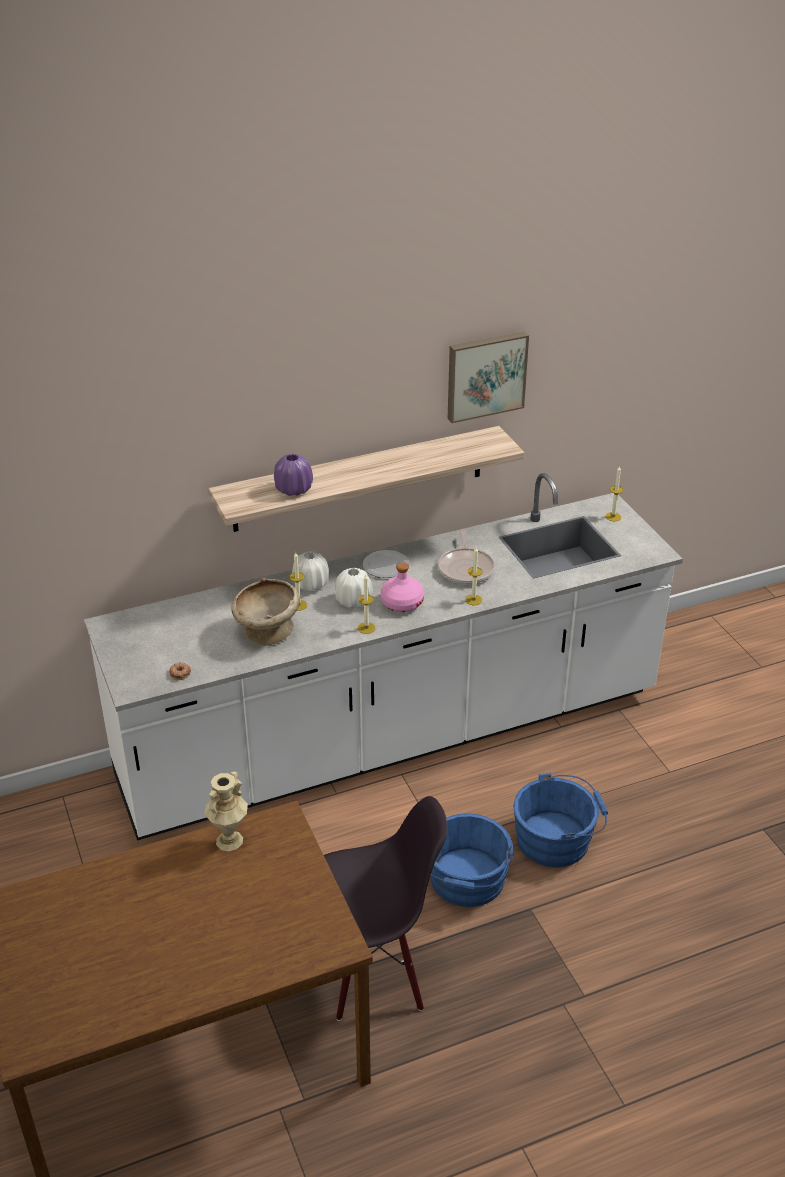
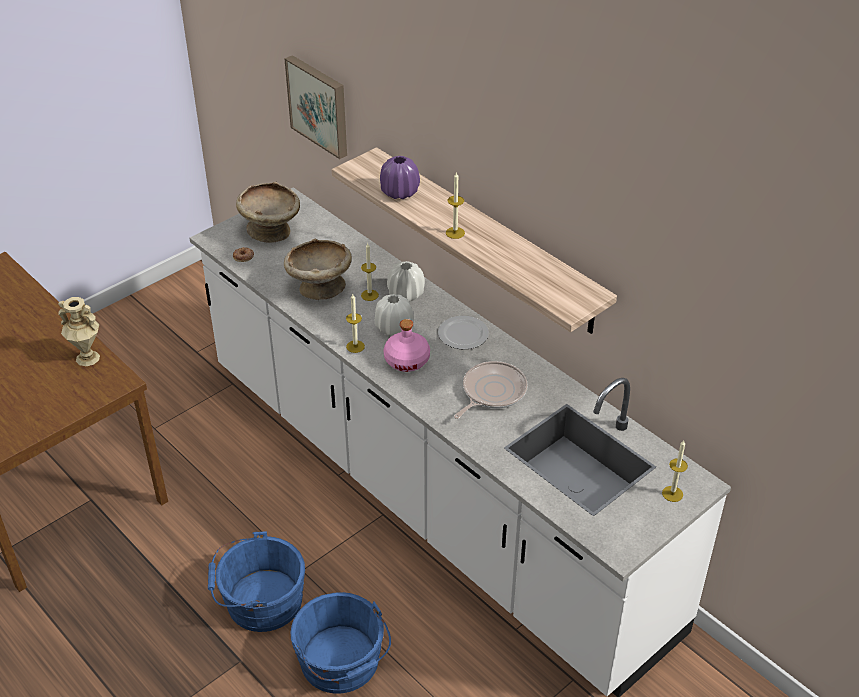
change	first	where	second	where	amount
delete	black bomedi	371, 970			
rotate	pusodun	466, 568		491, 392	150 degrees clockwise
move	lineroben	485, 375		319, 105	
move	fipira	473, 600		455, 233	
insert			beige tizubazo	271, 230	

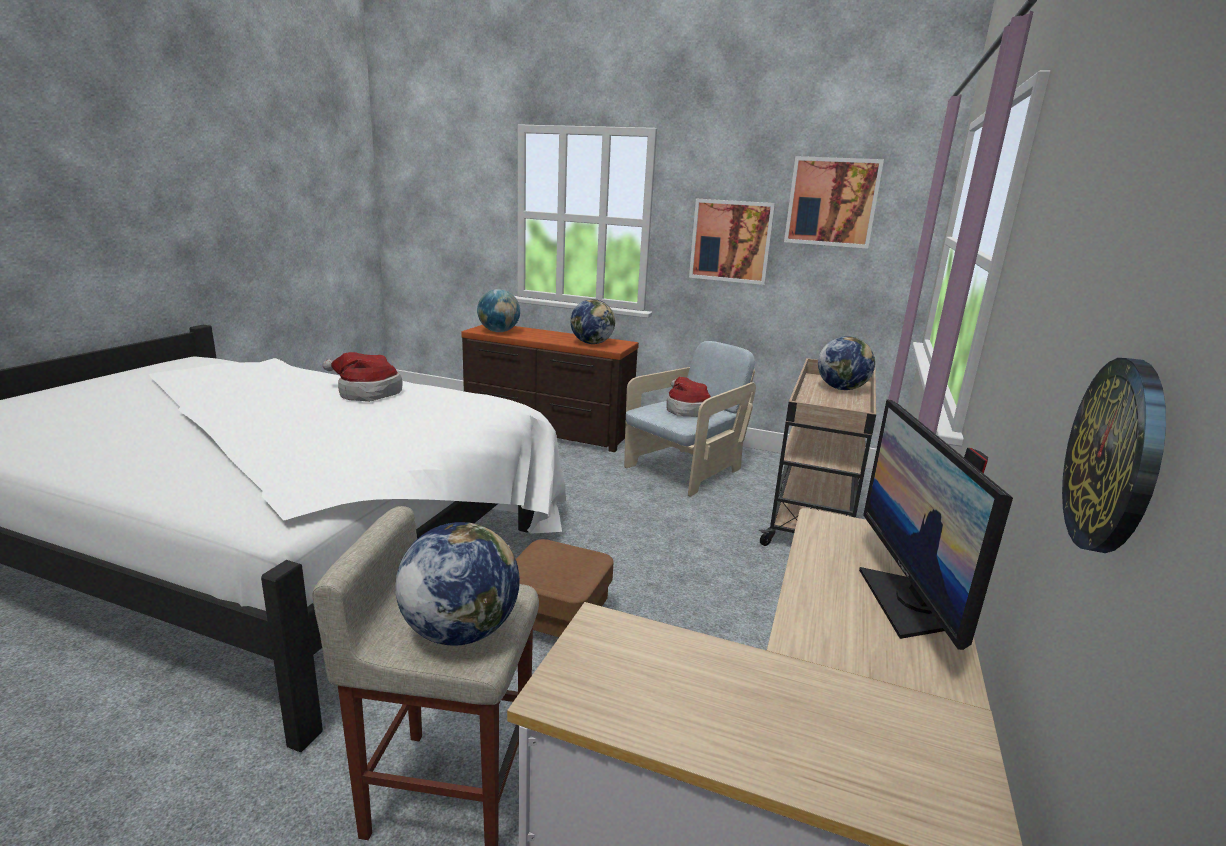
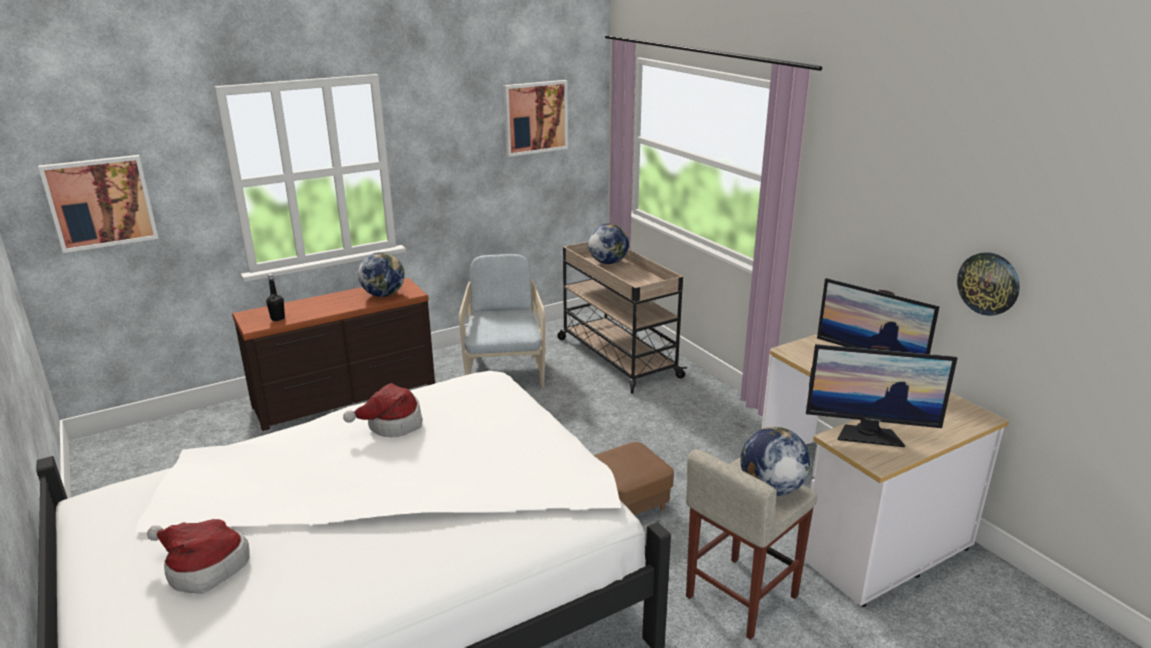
change	first	where	second	where	amount
replace	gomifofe	499, 331	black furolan	278, 318	
move	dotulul	687, 410		203, 568	
move	lineroben	731, 241		101, 202	
insert			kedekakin	869, 434	

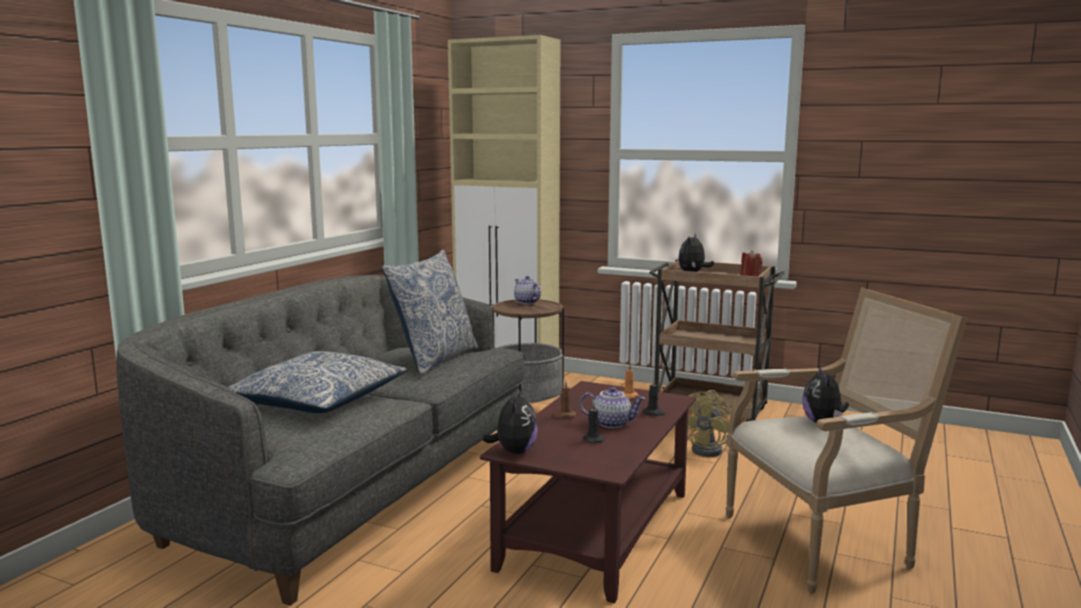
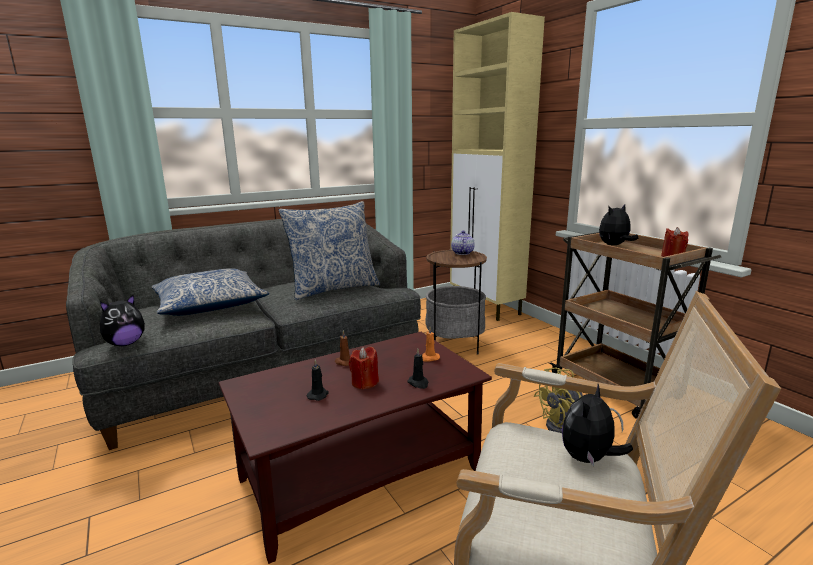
change	first	where	second	where	amount
move	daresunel	514, 451		125, 343	
replace	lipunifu	612, 423	red fipira	364, 382	

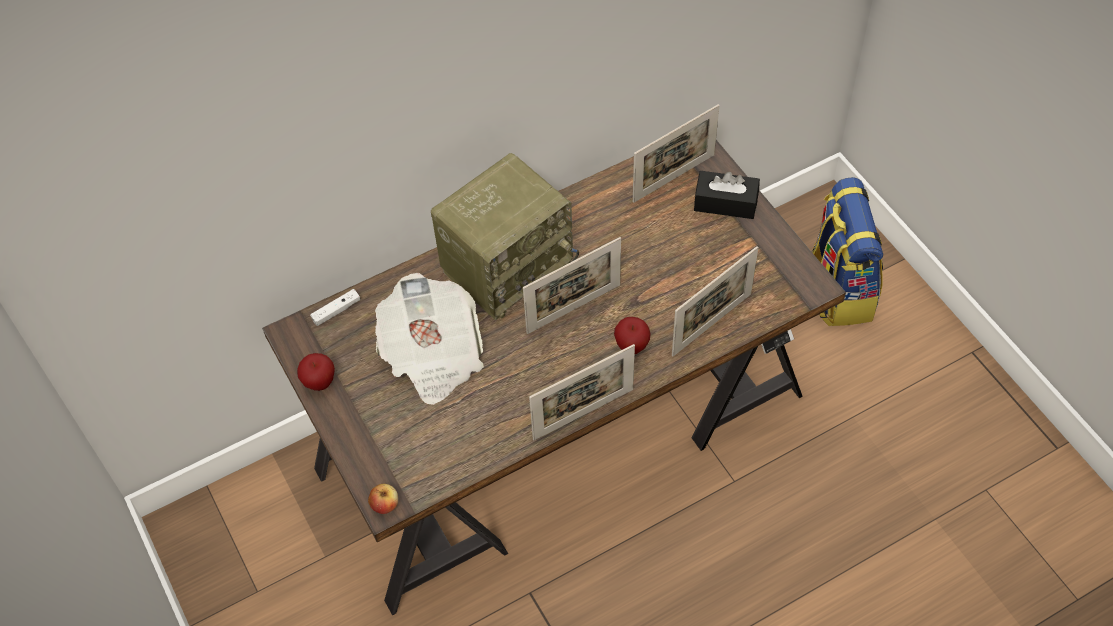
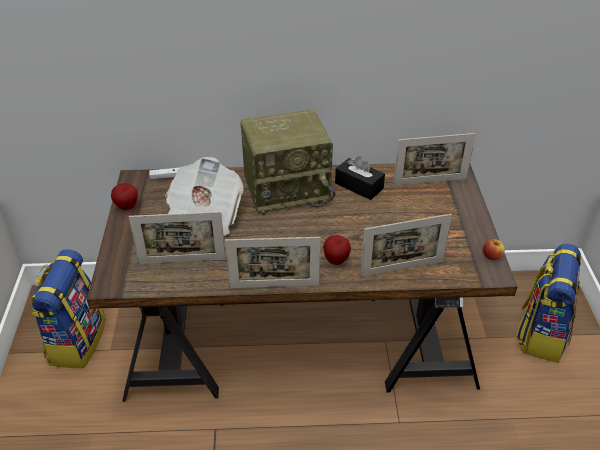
change	first	where	second	where	amount
move	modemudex	385, 505		491, 256	
move	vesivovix	573, 308		182, 261	
move	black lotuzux	725, 203		359, 186	
insert			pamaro	76, 341	

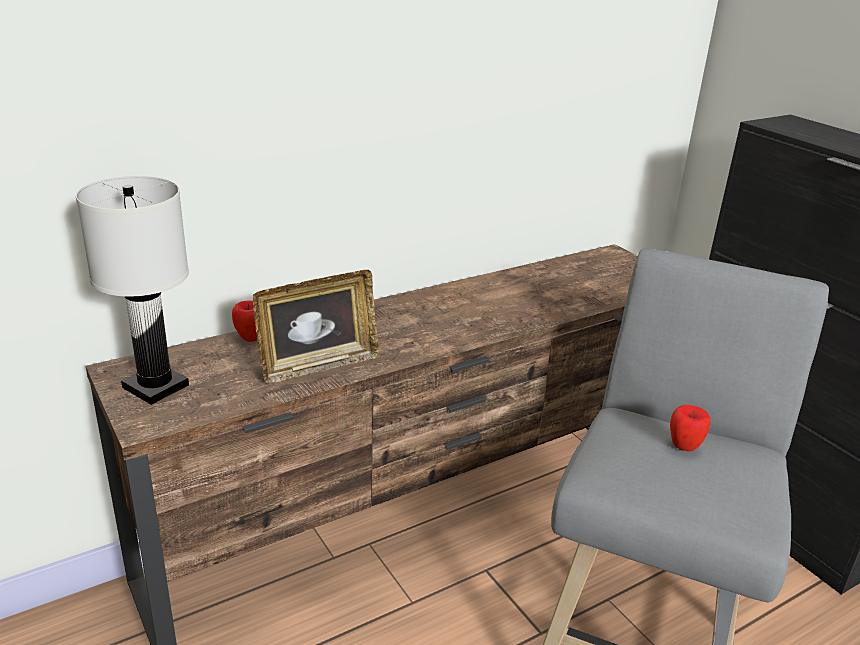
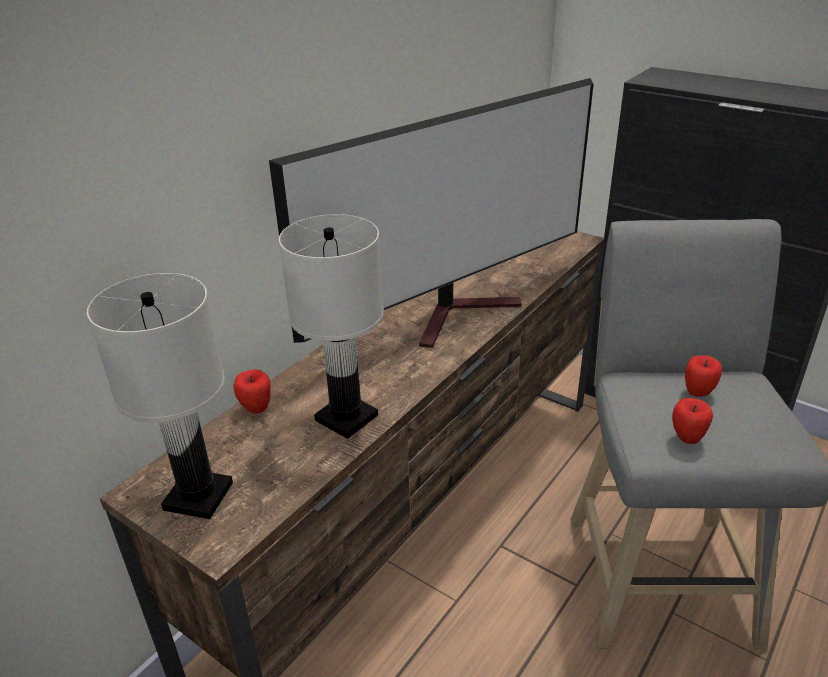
change	first	where	second	where	amount
replace	vesivovix	318, 365	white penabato	346, 417	
insert			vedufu	461, 313	
insert			modemudex	687, 438	

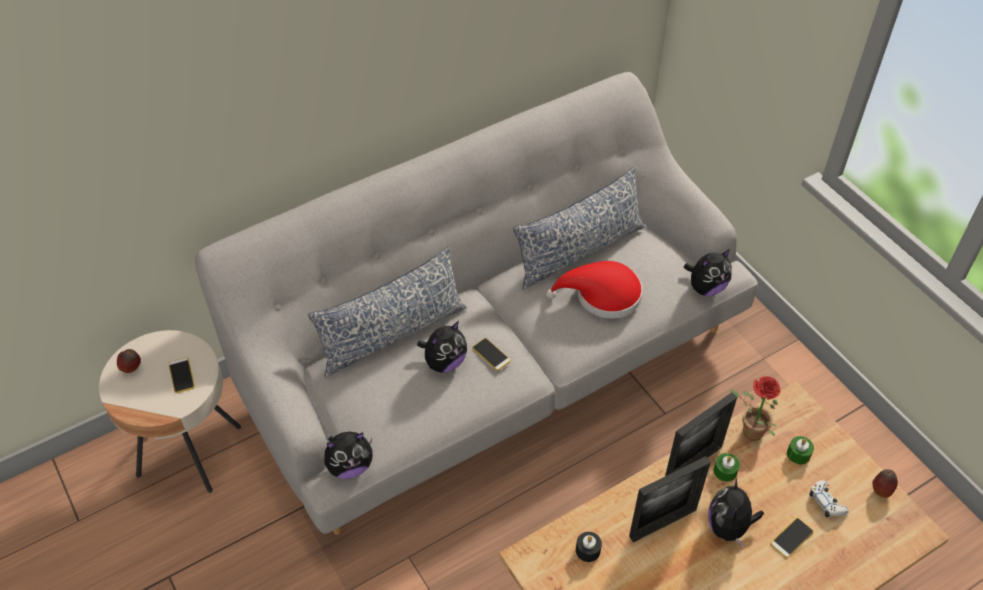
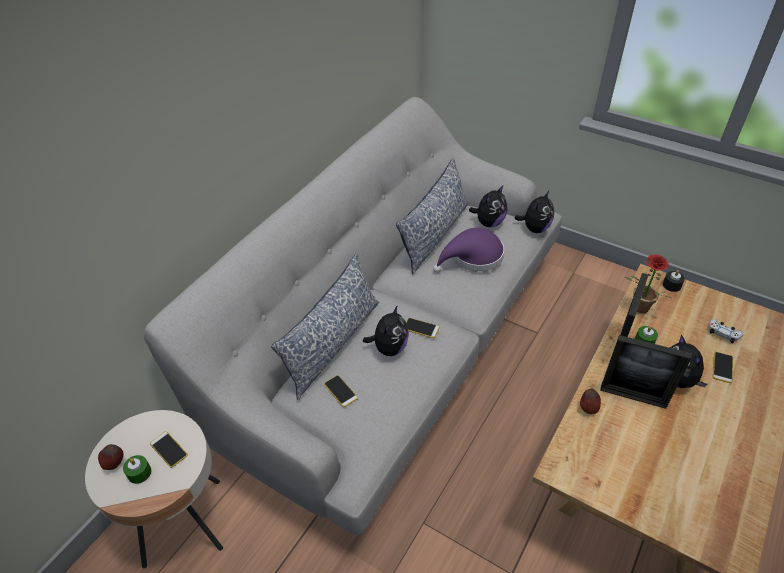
change	first	where	second	where	amount
move	daresunel	350, 466		489, 223	
recolor	red dotulul	602, 296	purple dotulul	473, 257	
move	black fipira	588, 550		671, 285	
rotate	vesivovix	662, 523		633, 396	75 degrees clockwise
move	green fipira	798, 454		139, 473	
move	modemudex	881, 490		587, 408	
insert			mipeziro	340, 391	

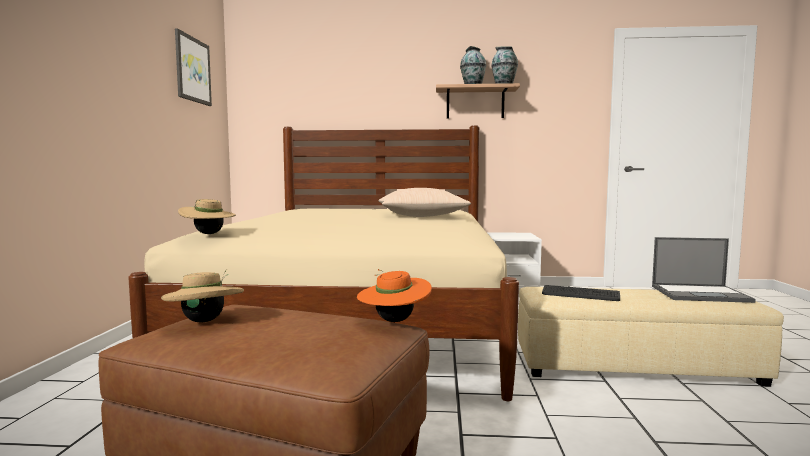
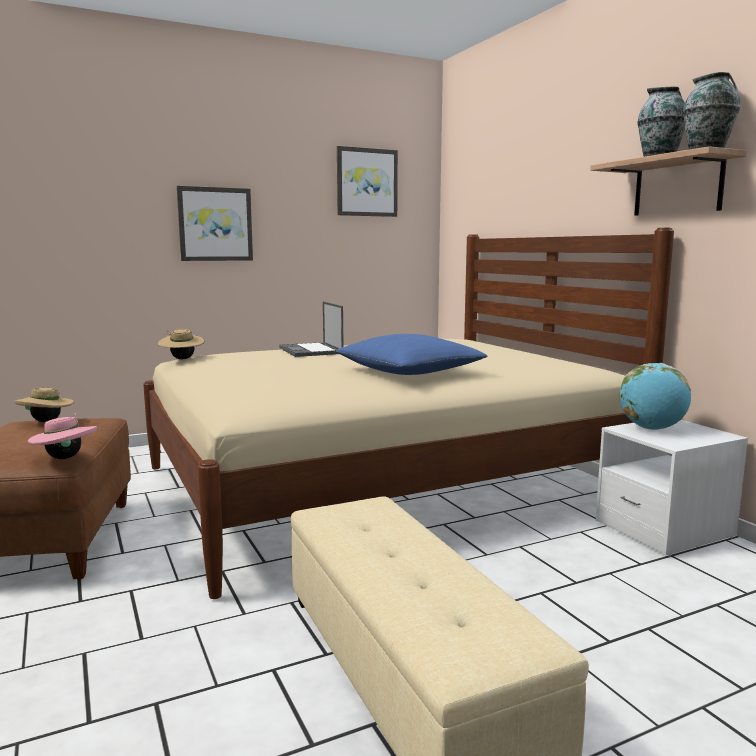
change	first	where	second	where	amount
recolor	orange dotulul	394, 320	pink dotulul	65, 458	
recolor	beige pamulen	421, 216	blue pamulen	410, 372	
delete	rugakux	580, 294			
move	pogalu	701, 294		311, 351	
insert			lineroben	215, 224	
insert			gomifofe	652, 429	

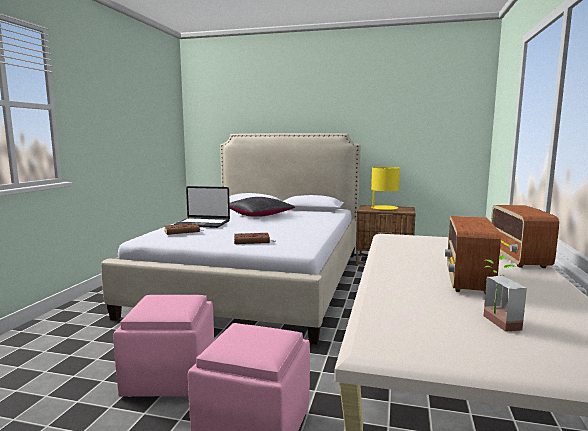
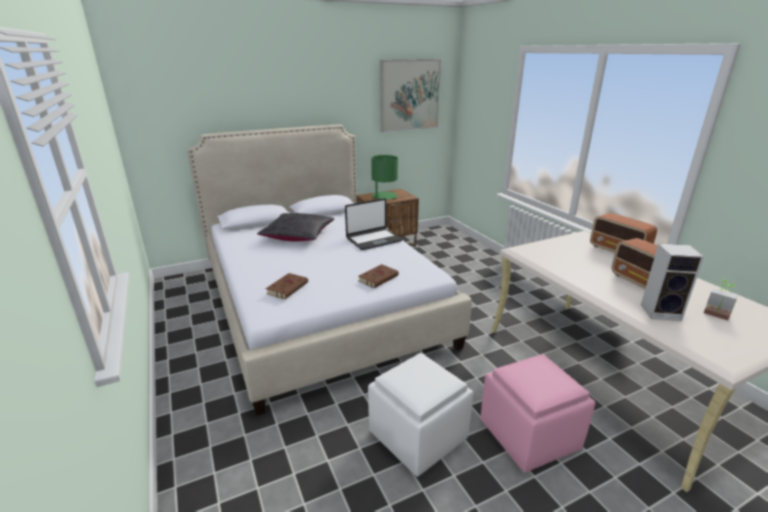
change	first	where	second	where	amount
recolor	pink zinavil	171, 377	white zinavil	419, 435	
move	pogalu	203, 223		373, 239	
recolor	yellow penabato	384, 208	green penabato	384, 196	
insert			lineroben	409, 95	
insert			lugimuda	661, 312	

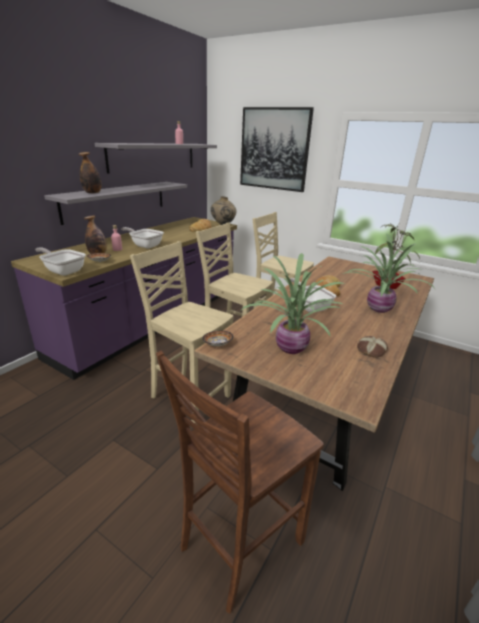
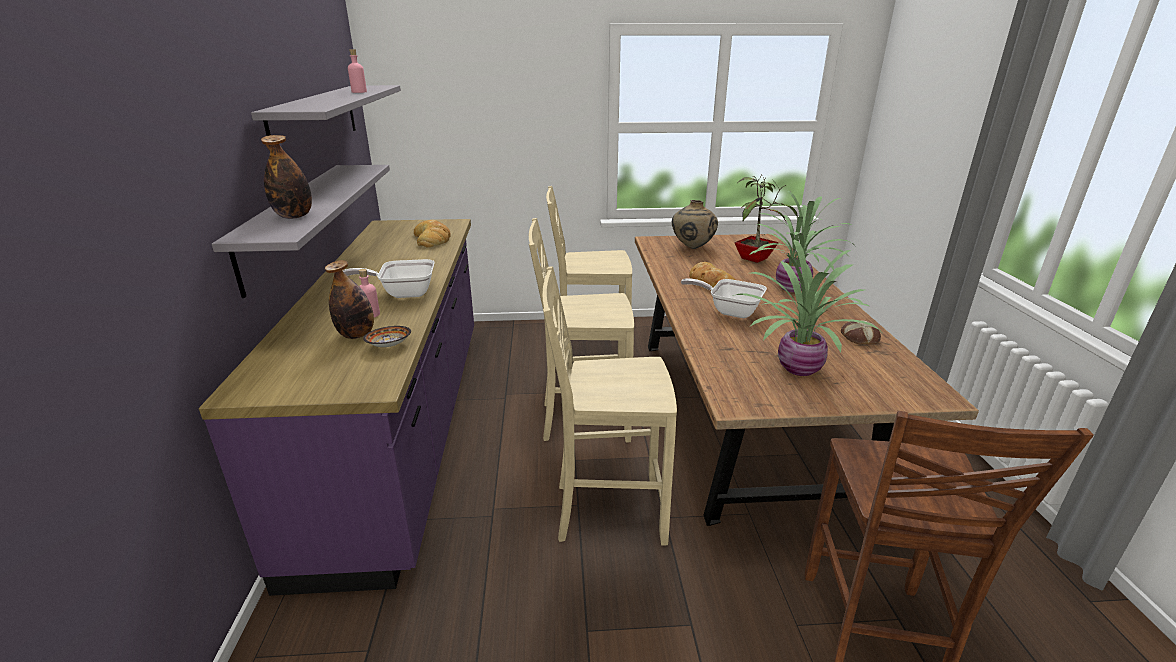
change	first	where	second	where	amount
delete	pusodun	63, 271			
delete	tizubazo	218, 344			
move	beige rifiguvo	223, 225		692, 248	
delete	lineroben	274, 149			

